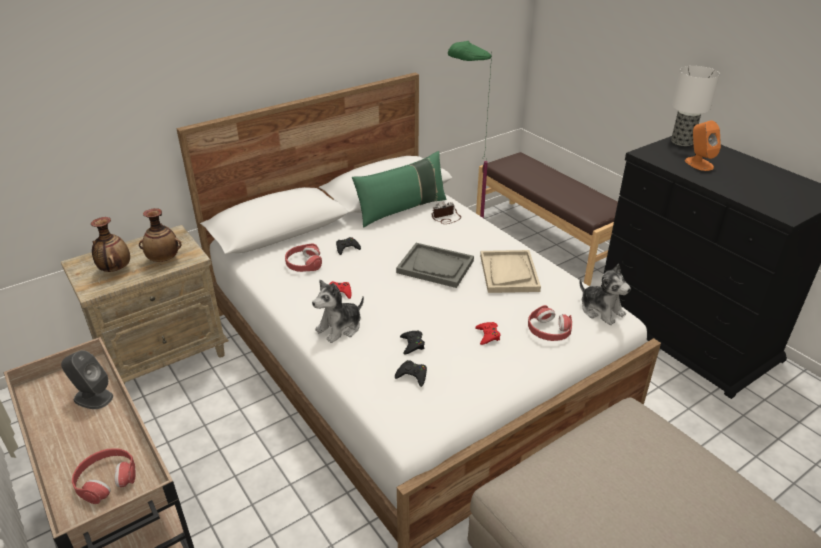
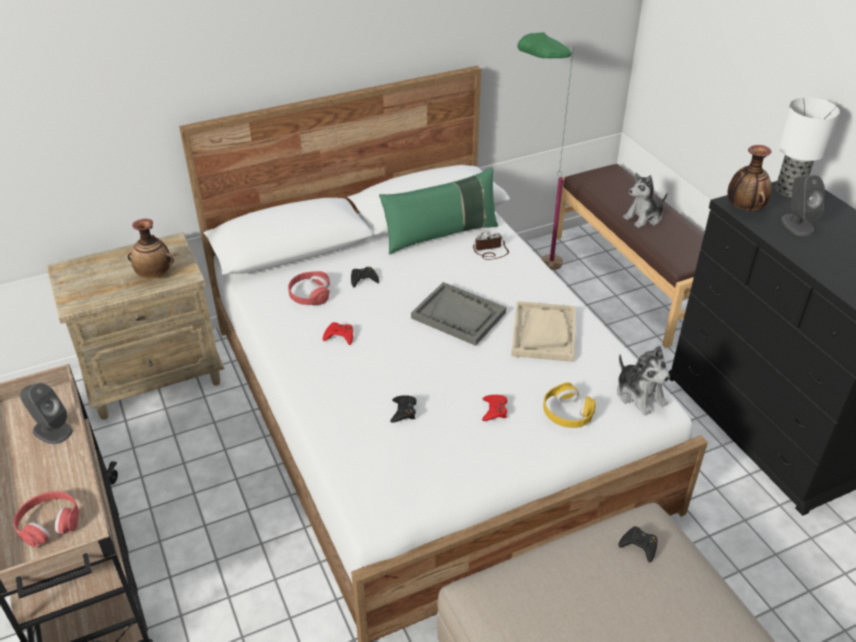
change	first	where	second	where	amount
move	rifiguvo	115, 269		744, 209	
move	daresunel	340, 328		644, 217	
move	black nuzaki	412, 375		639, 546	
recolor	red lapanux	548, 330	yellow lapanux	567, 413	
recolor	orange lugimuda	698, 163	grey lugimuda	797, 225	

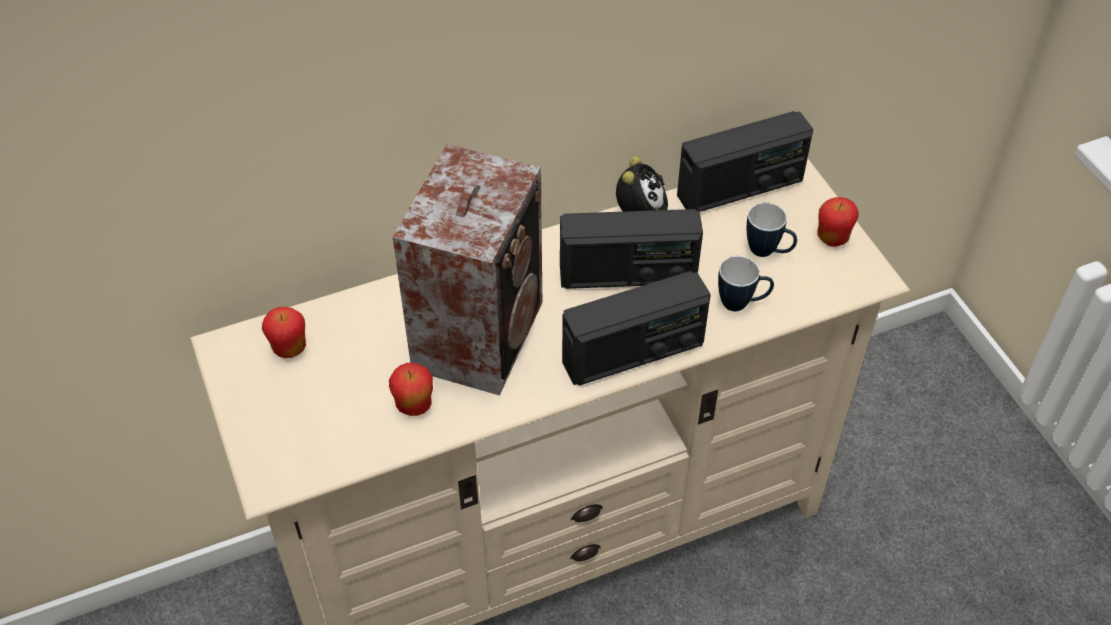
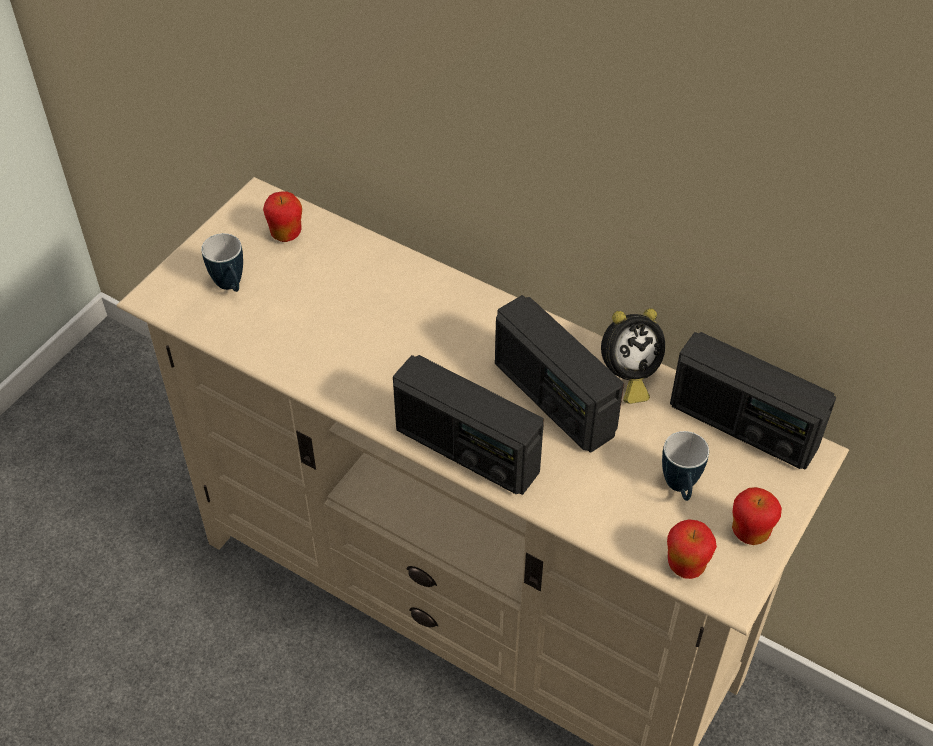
change	first	where	second	where	amount
move	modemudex	414, 406		686, 565	
delete	lugimuda	481, 332			
move	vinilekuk	742, 304		231, 287	

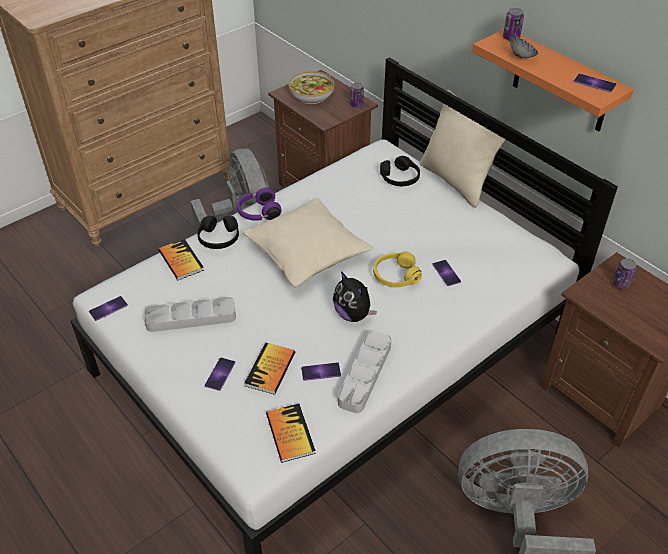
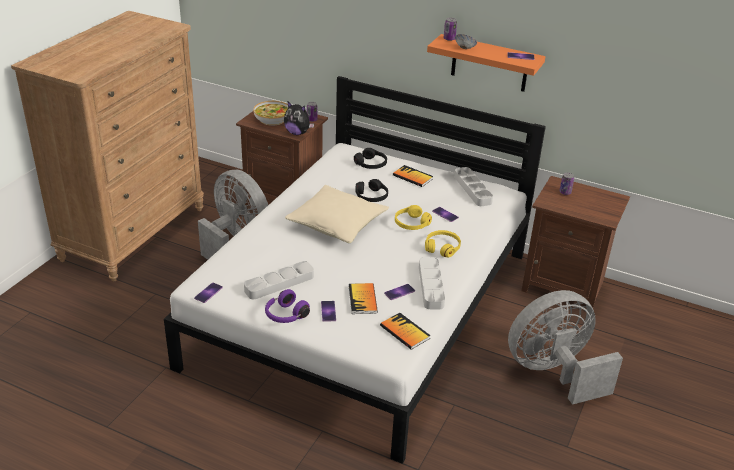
change	first	where	second	where	amount
move	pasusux	181, 260		412, 177	
move	black lapanux	219, 238		371, 196	
move	purple lapanux	258, 213		285, 315	
move	daresunel	353, 314		297, 133	
delete	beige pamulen	456, 181			
insert			yellow lapanux	442, 247	
insert			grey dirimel	472, 189	

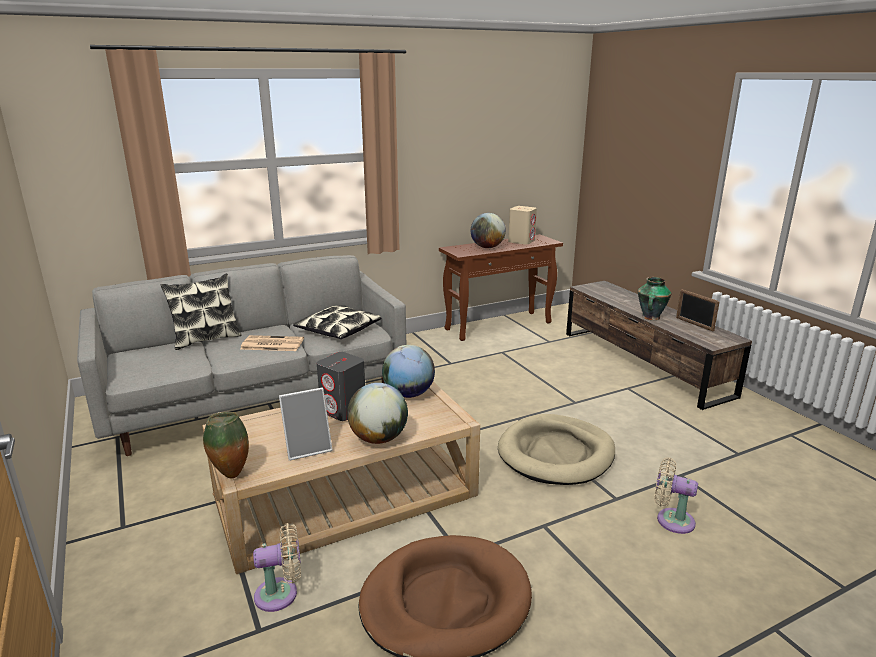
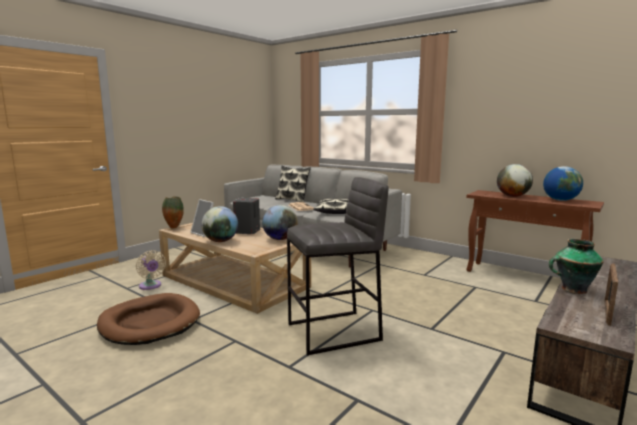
change	first	where	second	where	amount
replace	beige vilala	556, 454	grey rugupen	334, 332	
replace	beige lugimuda	521, 241	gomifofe	560, 200	
delete	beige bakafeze	671, 520			

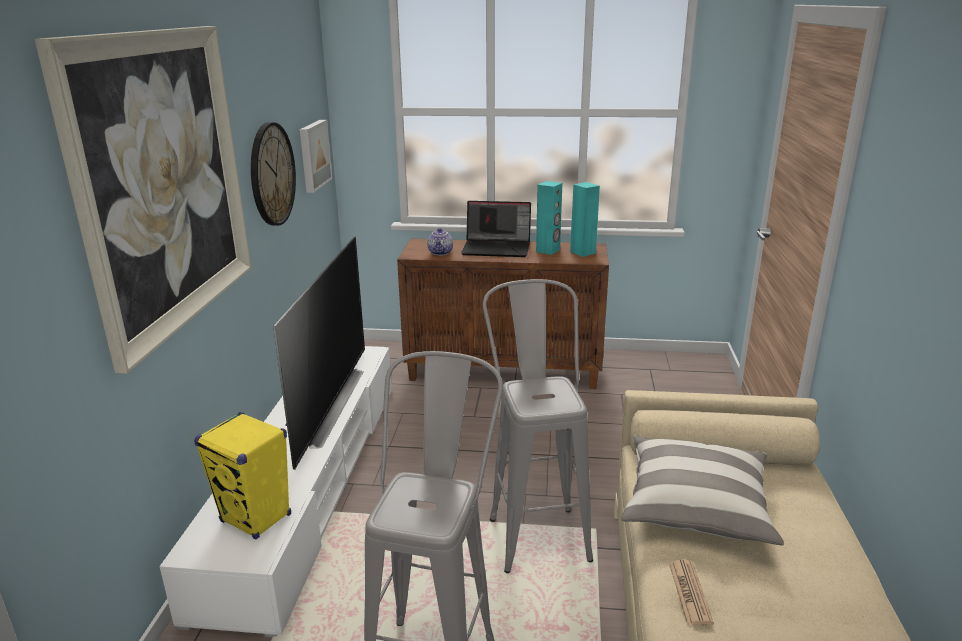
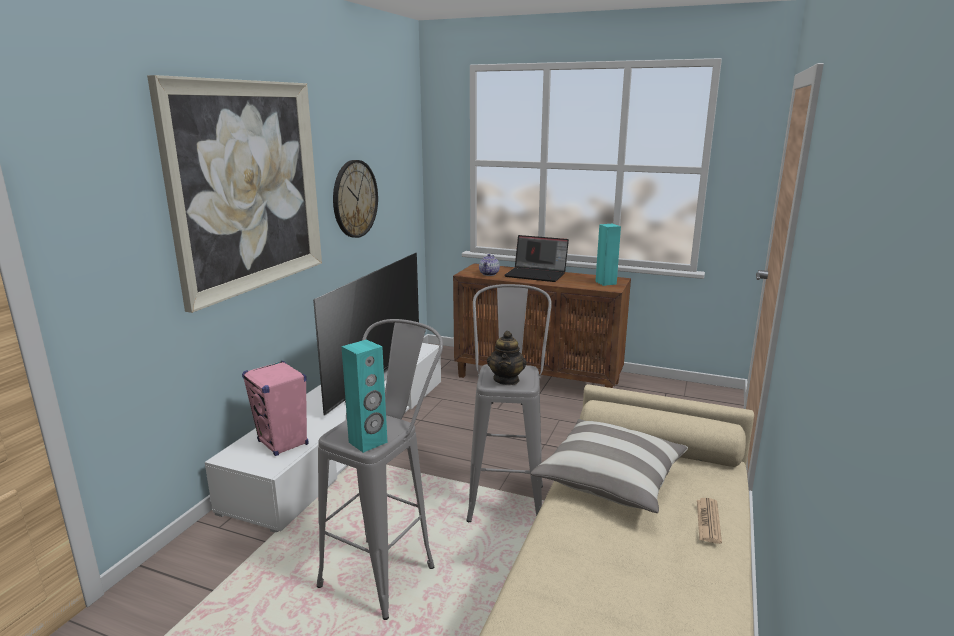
change	first	where	second	where	amount
recolor	yellow lugimuda	256, 518	pink lugimuda	283, 443	
delete	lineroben	313, 155			
move	turquoise lugimuda	548, 251		368, 442	
move	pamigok	690, 593		708, 521	
insert			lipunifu	506, 380	

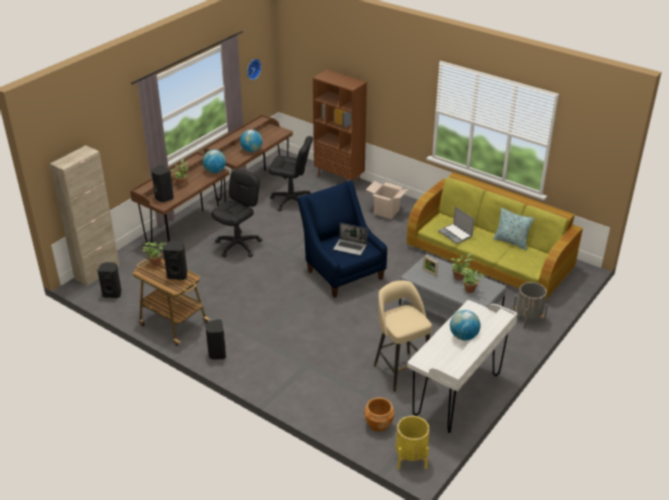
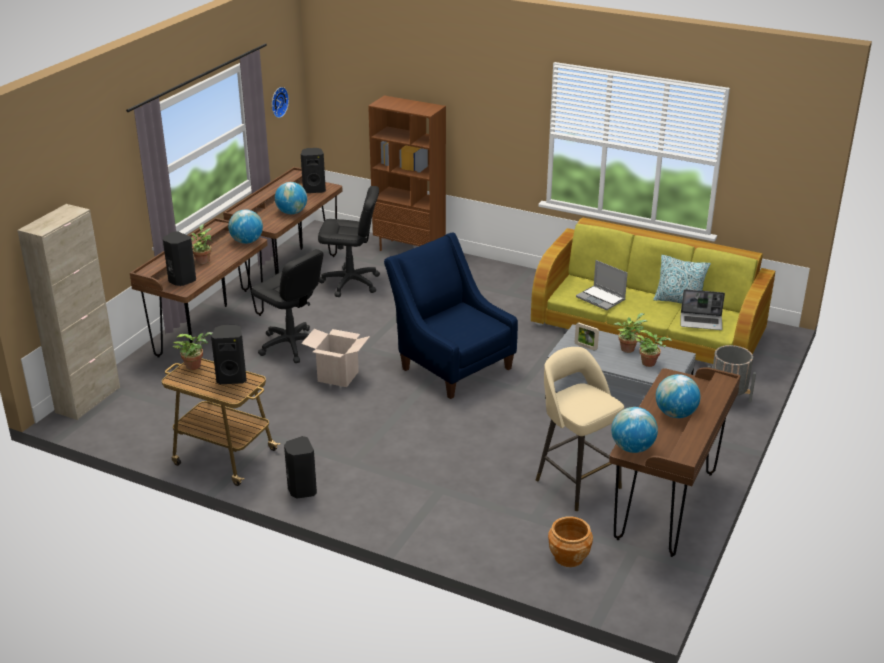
change	first	where	second	where	amount
move	black lugimuda	112, 293		314, 190	
rotate	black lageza	238, 245		291, 345	105 degrees clockwise
move	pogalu	350, 247		701, 322	
move	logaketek	386, 212		338, 376	
delete	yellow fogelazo	411, 457			
recolor	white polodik	457, 395	brown polodik	666, 506	
insert			gomifofe	632, 448	

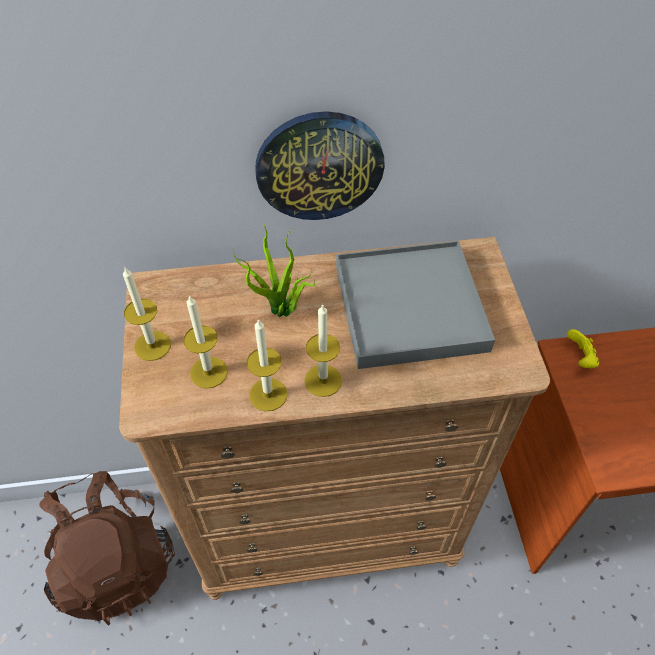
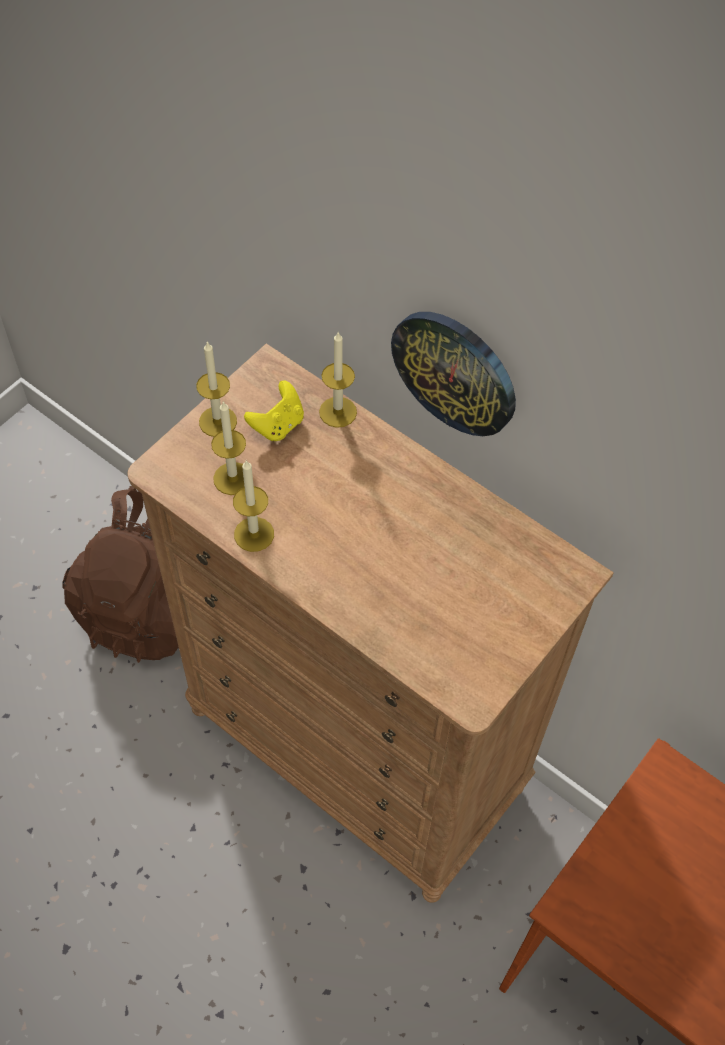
change	first	where	second	where	amount
delete	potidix	281, 312			
move	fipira	323, 380		338, 412	
delete	grey dirimel	410, 308			
move	yellow nuzaki	580, 358		278, 425	

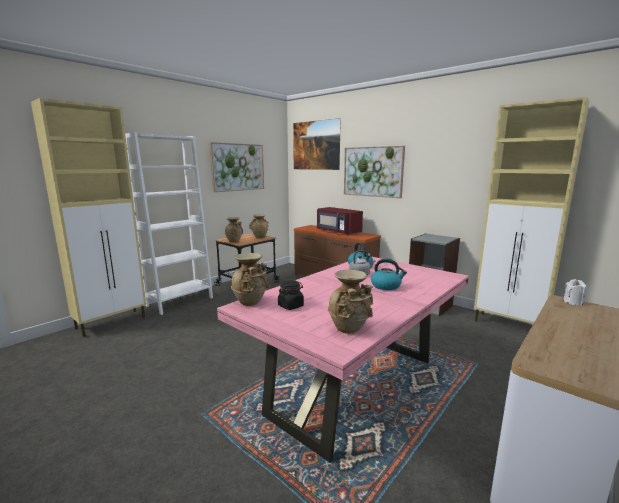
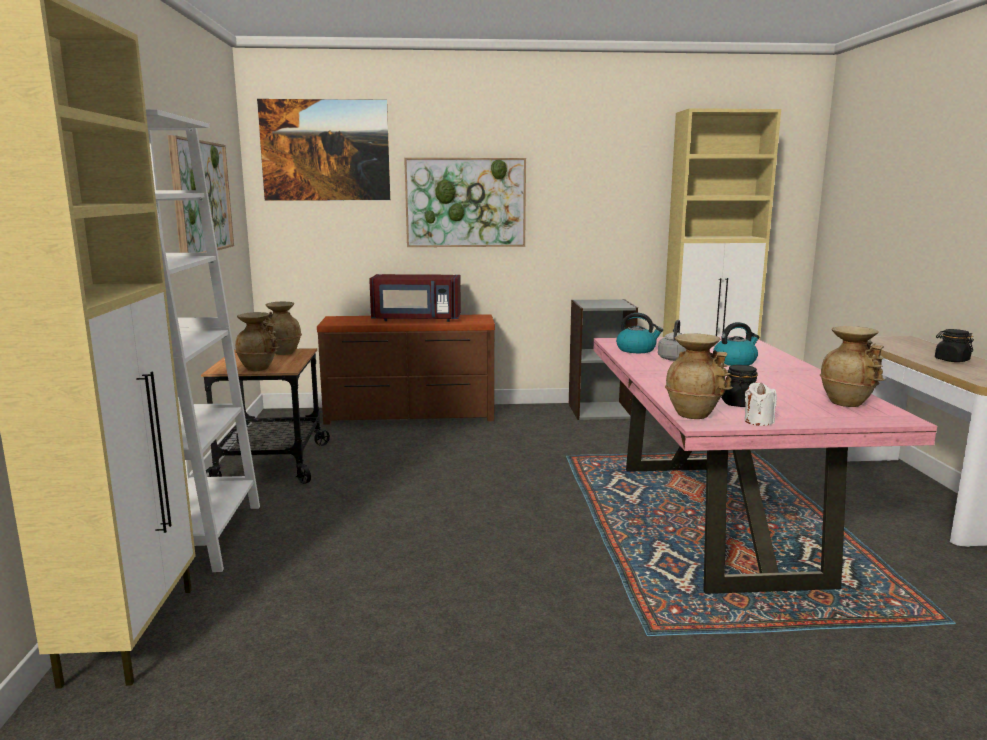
change	first	where	second	where	amount
move	white fipira	572, 302		758, 421	
insert			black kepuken	951, 360	

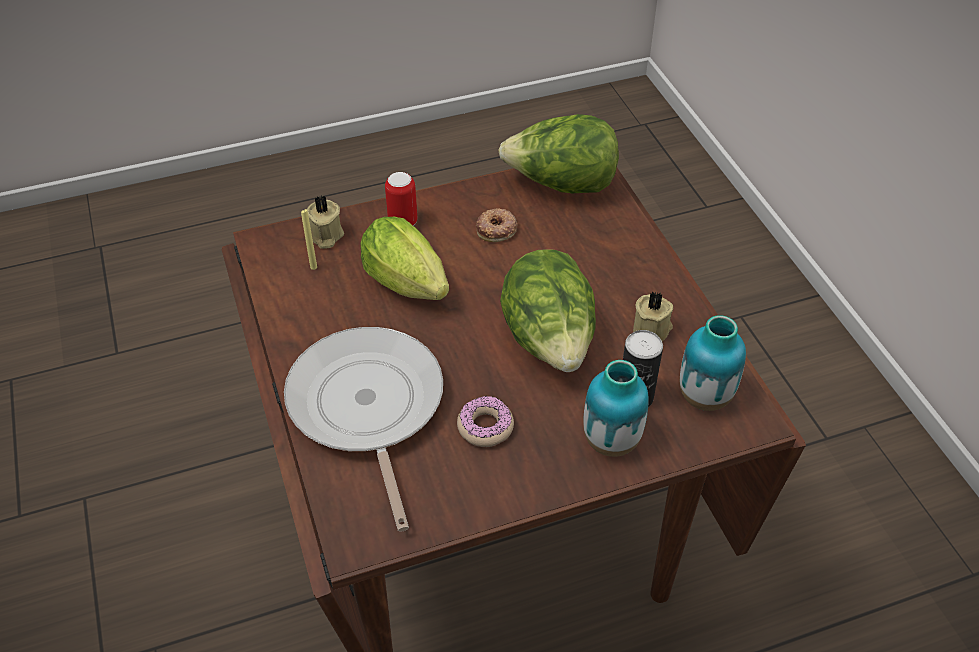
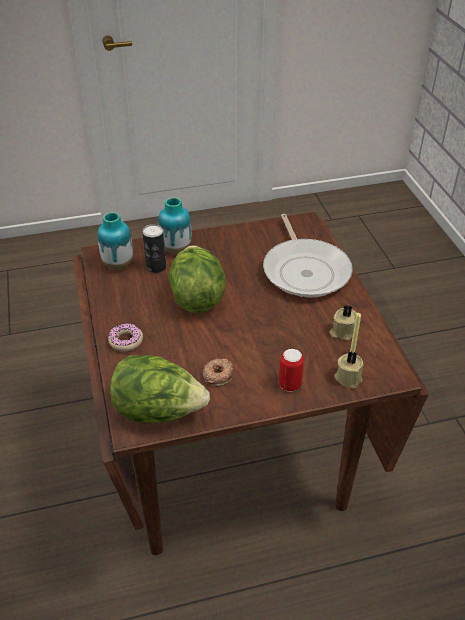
change	first	where	second	where	amount
delete	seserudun	410, 286			
move	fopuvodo	485, 427		126, 341	
move	beige fipira	652, 330		342, 332	

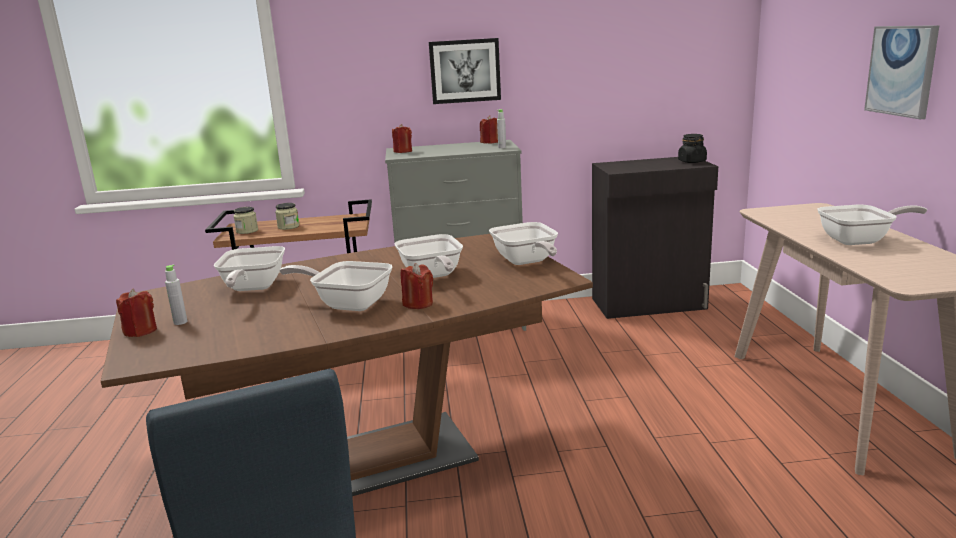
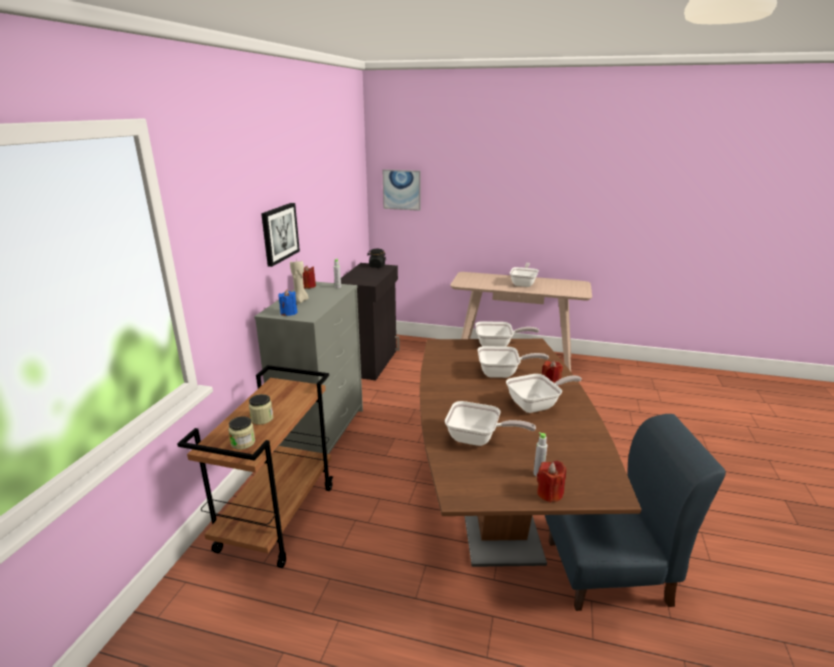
change	first	where	second	where	amount
rotate	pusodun	348, 304		537, 405	150 degrees counterclockwise
recolor	red fipira	403, 151	blue fipira	289, 313	
move	lineroben	901, 70		402, 189	
insert			beige fipira	300, 301	

